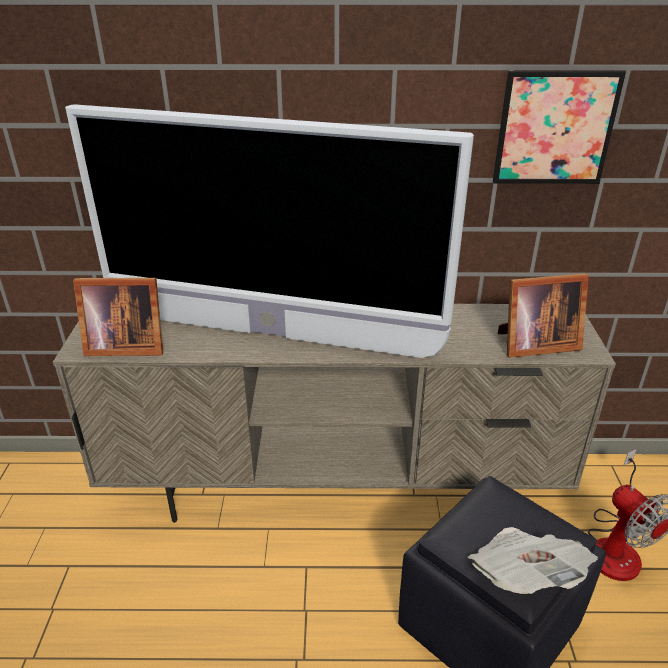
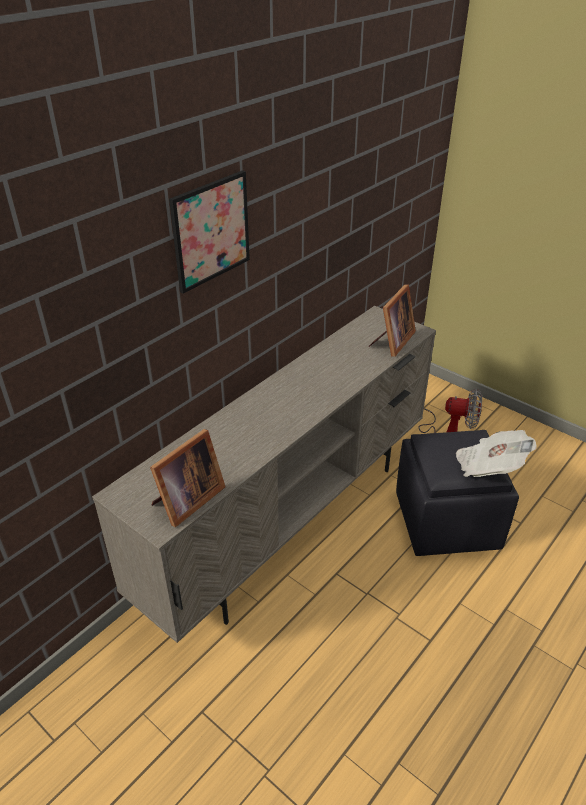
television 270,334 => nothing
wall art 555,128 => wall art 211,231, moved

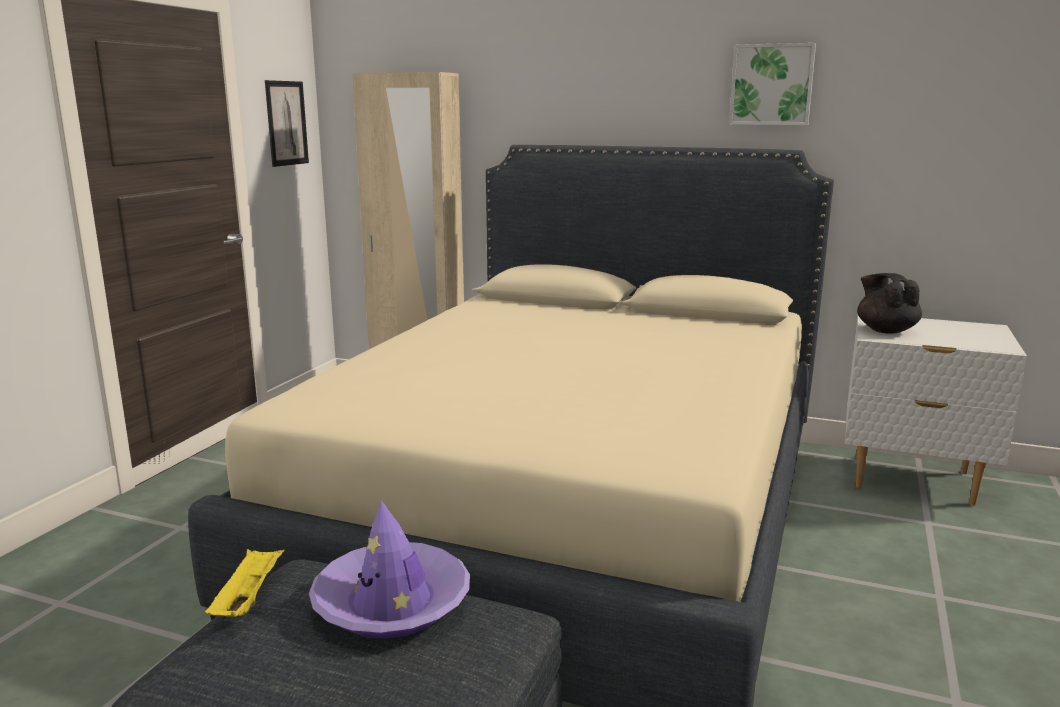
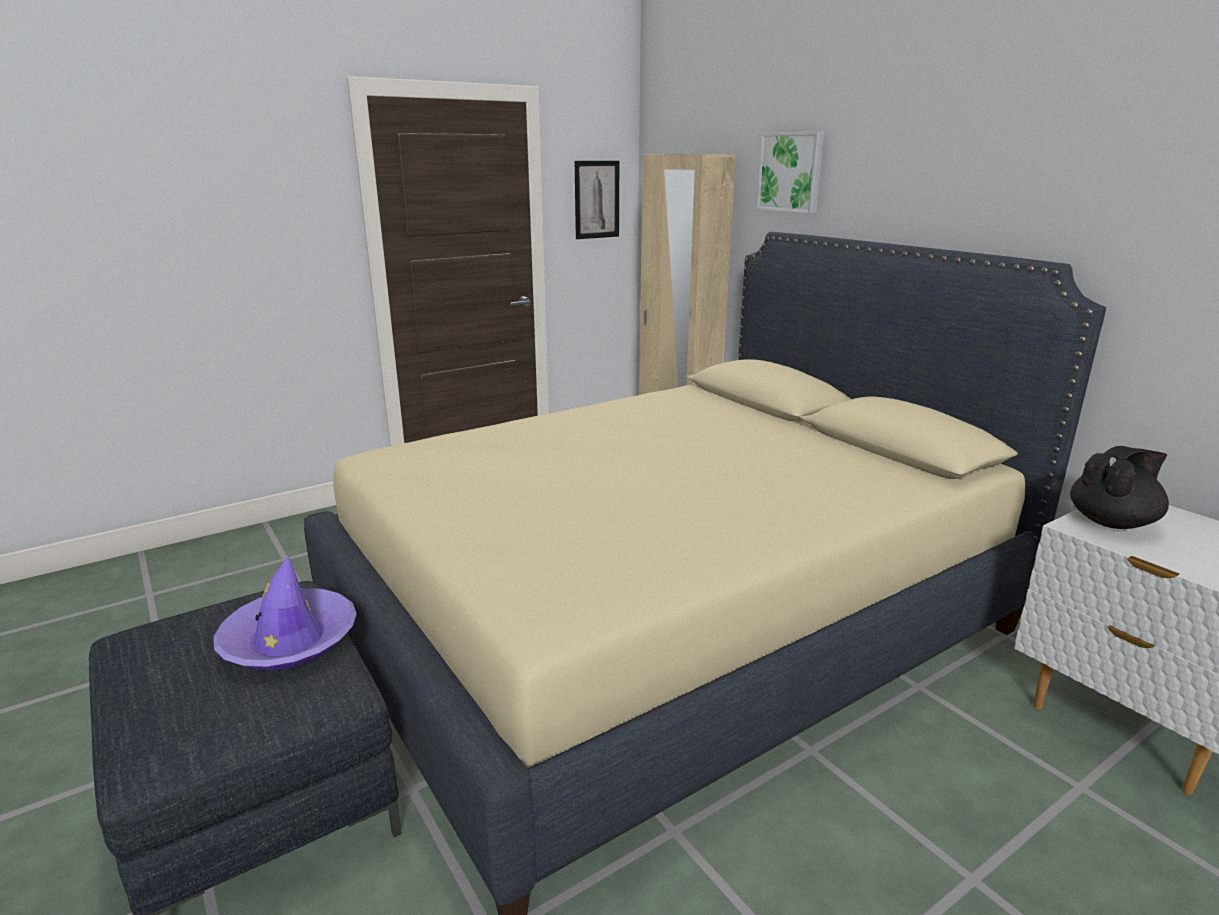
tray/yellow-coloured 248,598 => nothing
wall art 771,85 => wall art 791,172, moved
tea pot/blackish 885,330 => tea pot/blackish 1112,522, 45 degrees clockwise

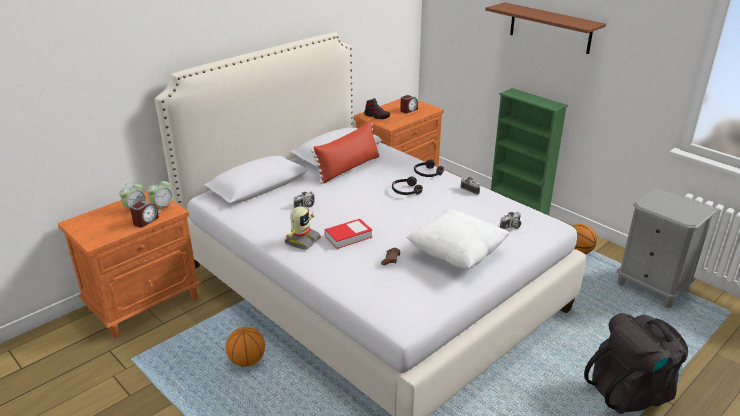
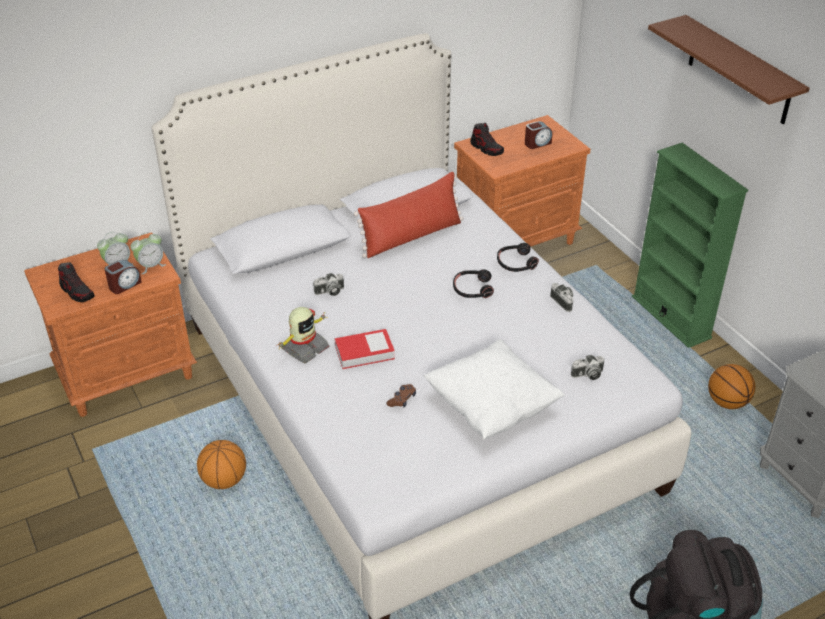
nothing => item of footwear 77,292

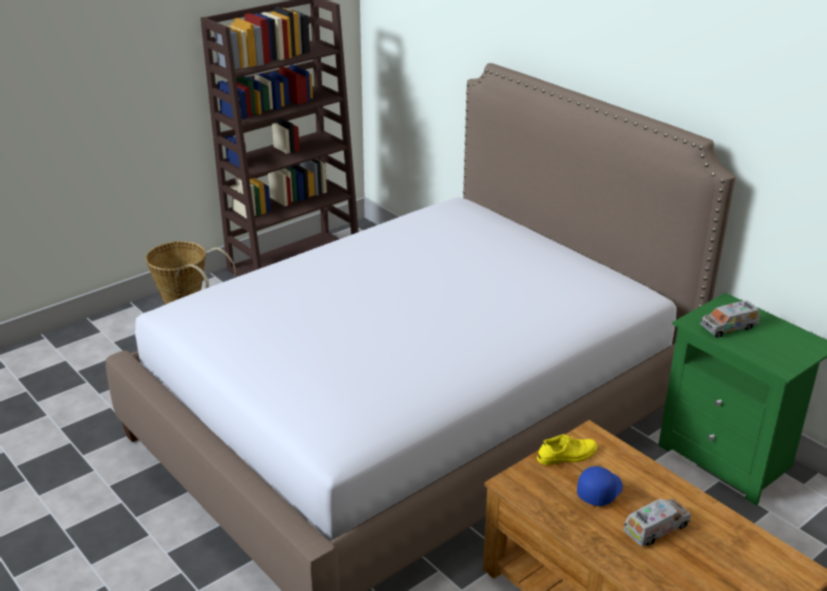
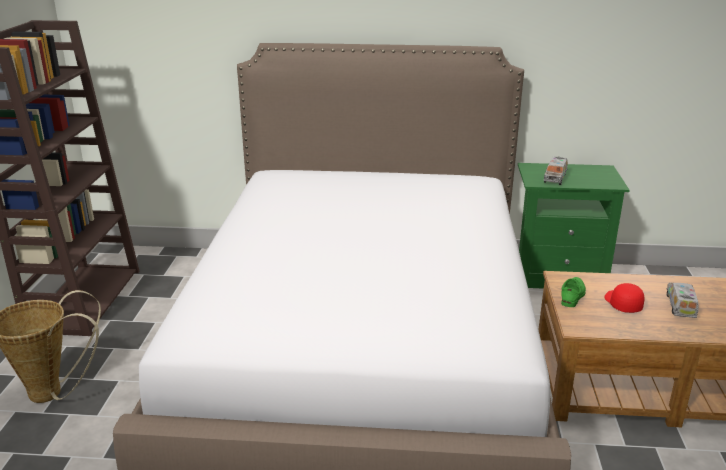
item of footwear/yellow-coloured 567,455 => item of footwear/green 572,295
baseball cap/blue-coloured 599,490 => baseball cap/red 622,304

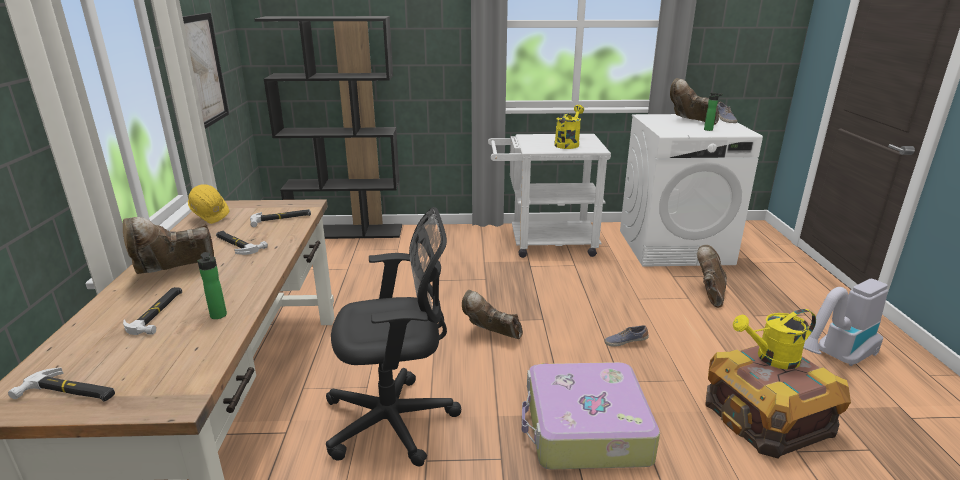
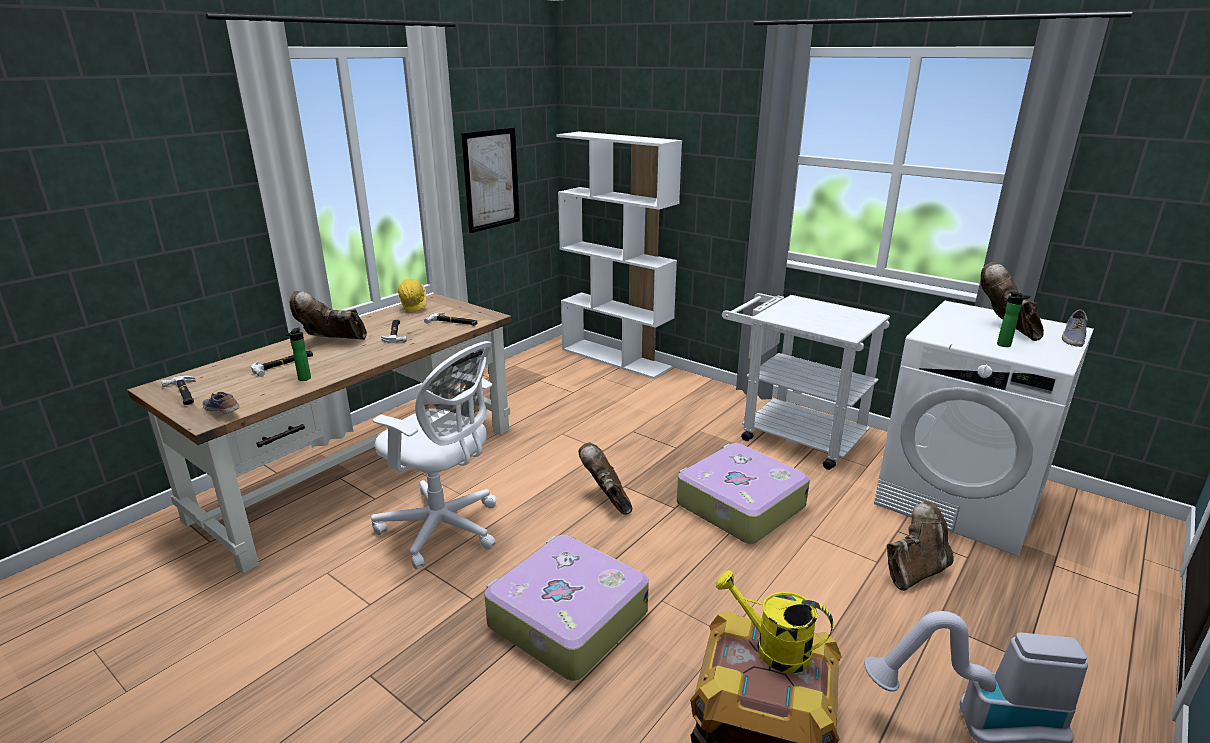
sprinkling can/yellow-coloured 568,144 => nothing
nothing => travel case 738,505
item of footwear 625,342 => item of footwear 223,411, moved
bookcase/blackish 347,232 => bookcase/white 616,358
office chair/blackish 396,421 => office chair/white 444,529

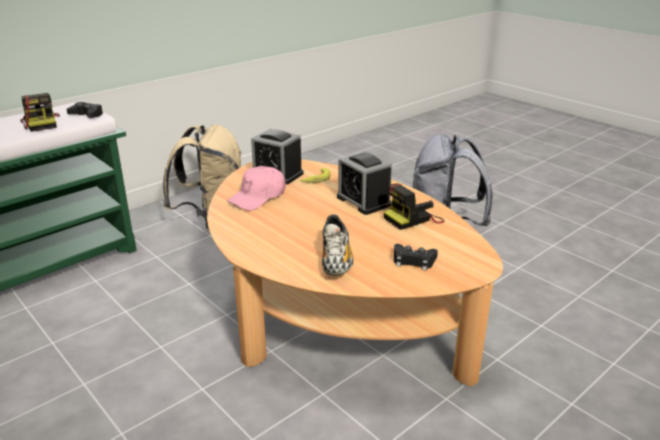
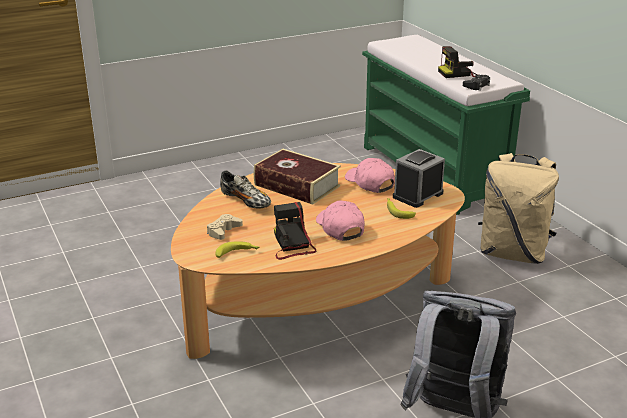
nothing => whole banana 237,253
nothing => volume 297,185
bedside clock 363,201 => baseball cap/pink-coloured 340,228
joypad/blackish 413,261 => joypad/beige-coloured 223,231
item of footwear 336,260 => item of footwear 246,202, 150 degrees counterclockwise

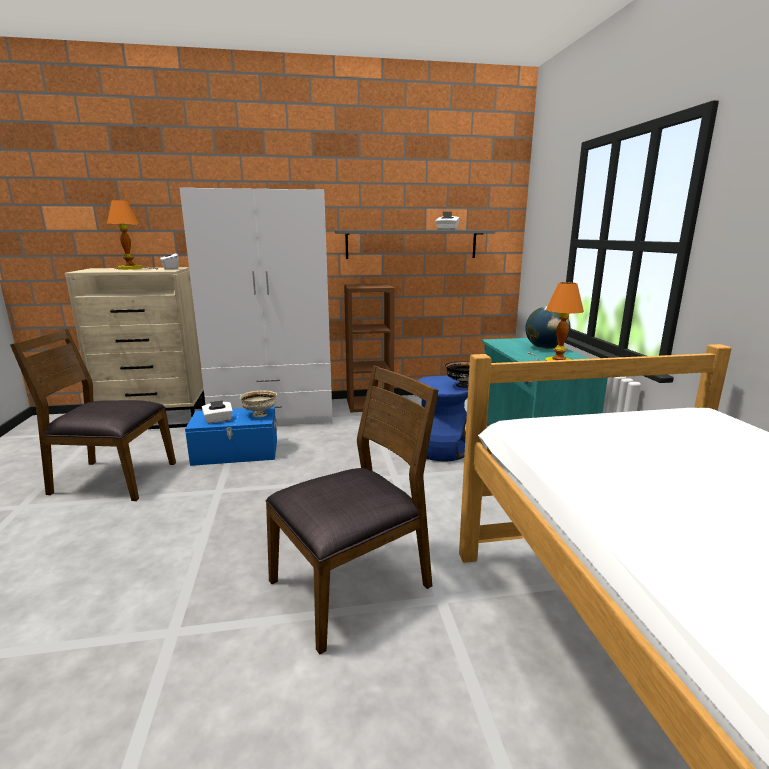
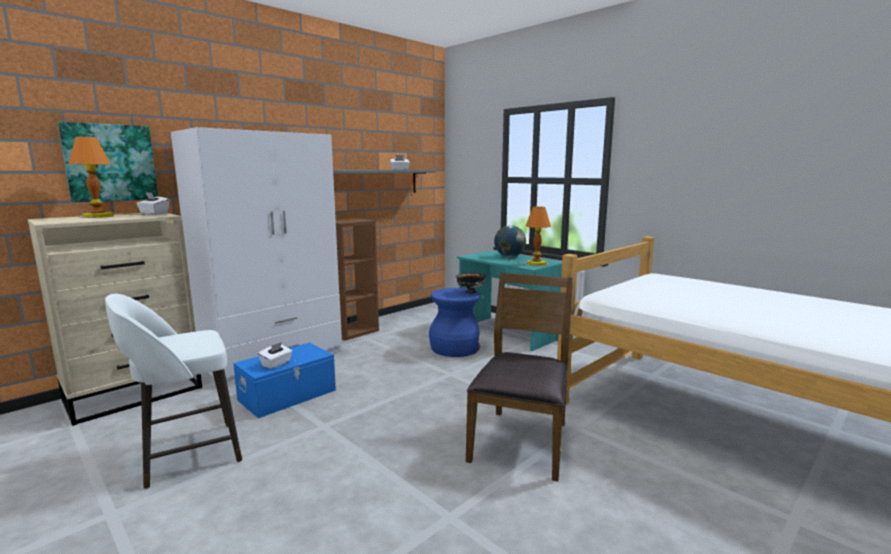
bowl/beige-coloured 259,414 => nothing
nothing => wall art 110,162
upright chair/brownish 112,479 => stool seat/white 187,454

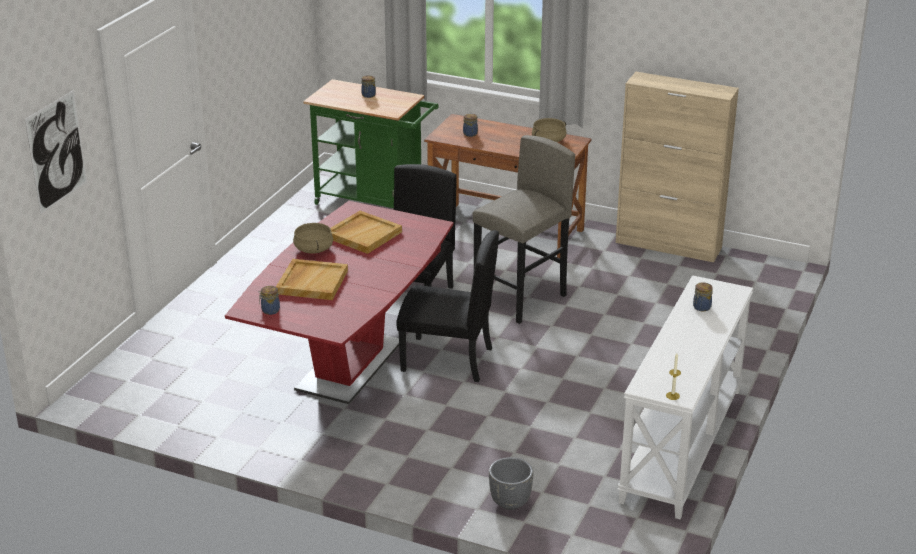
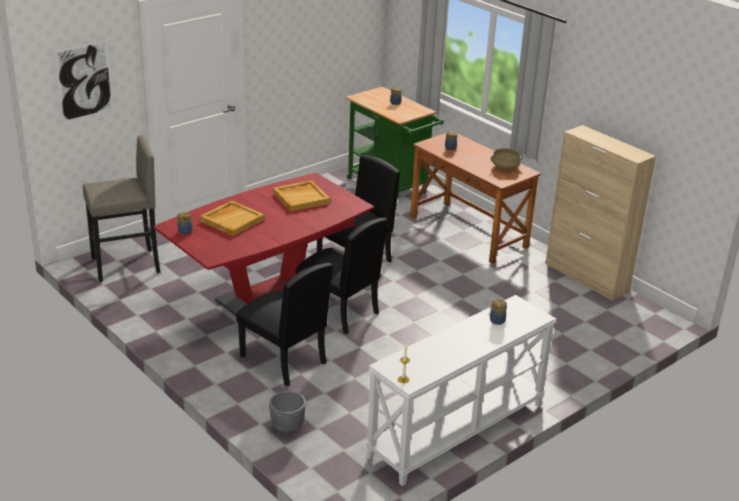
stockpot/beige-coloured 313,249 => nothing
nothing => upright chair/blackish 282,360
stool seat/gray 521,299 => stool seat/gray 126,265, moved

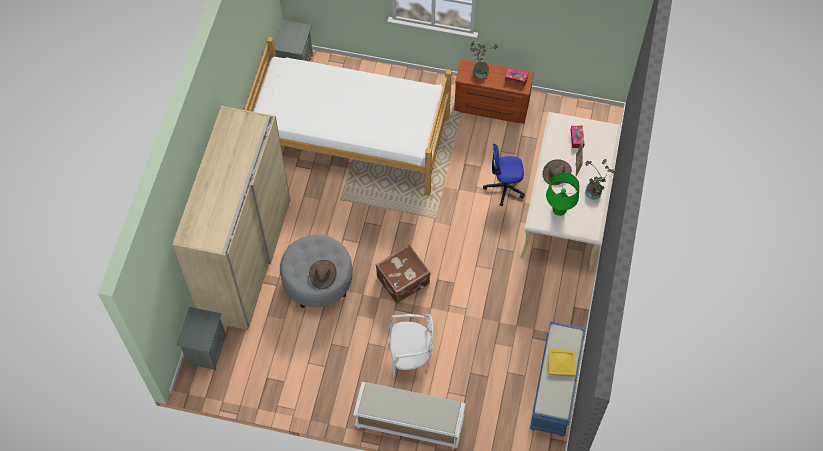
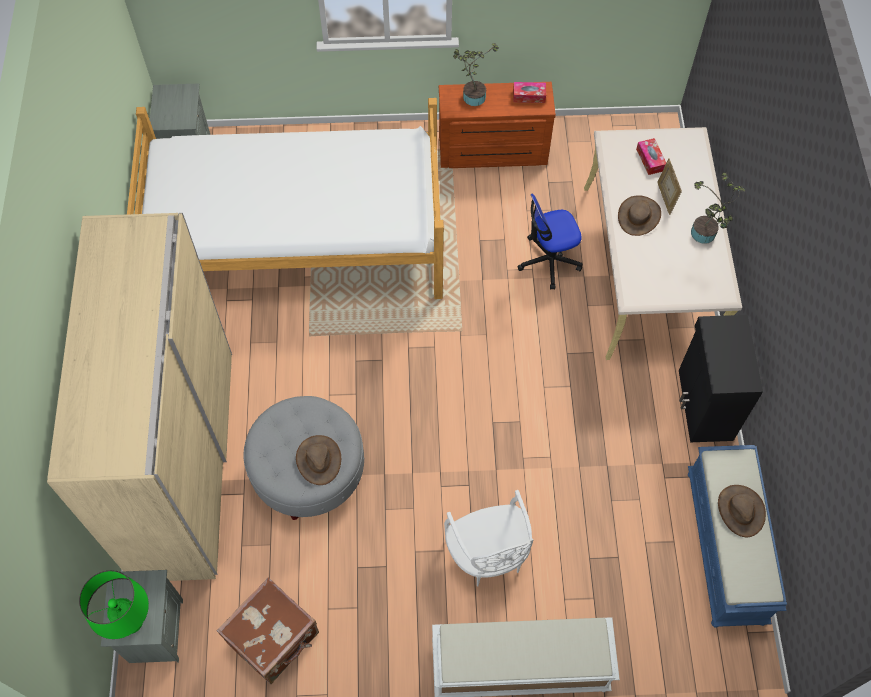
nothing => cupboard/blackish 704,405
travel case/brownish 404,281 => travel case/brownish 274,638, moved
lamp for a table/green 559,210 => lamp for a table/green 130,622, moved
tray/yellow-coloured 561,363 => wearable hat/brownish 740,510
upright chair/white 410,355 => upright chair/white 488,554, 90 degrees clockwise

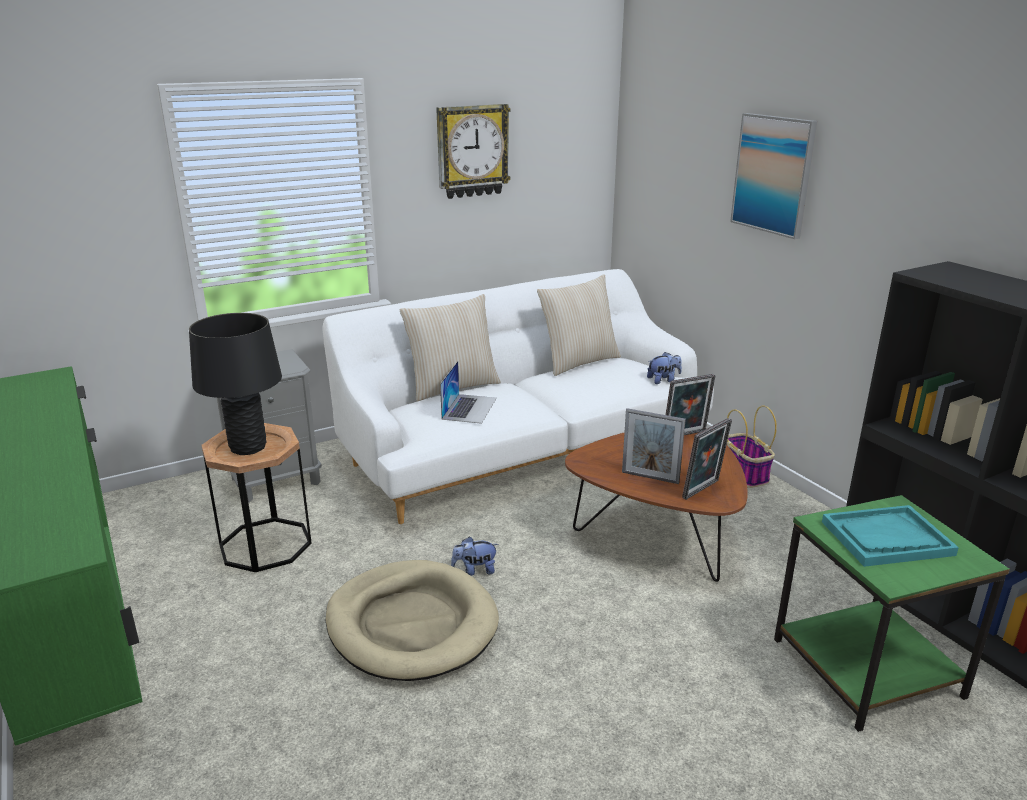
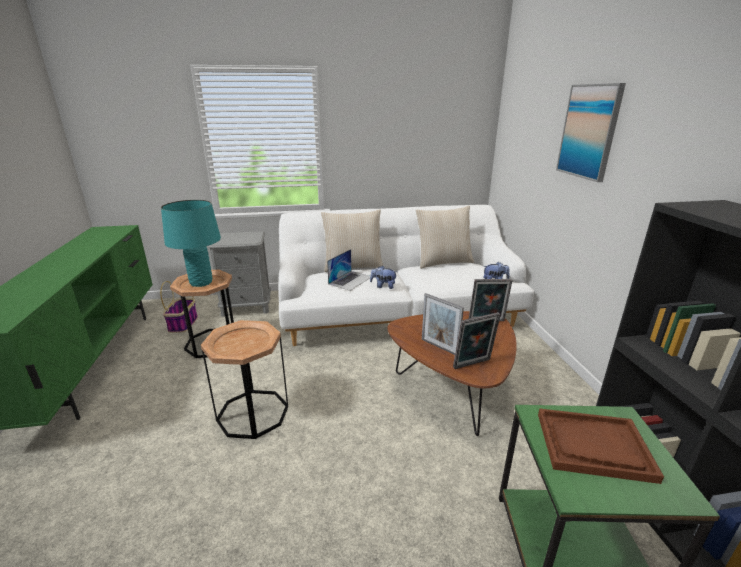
hanging clock 472,151 => nothing
cuddly toy 475,570 => cuddly toy 383,286, moved
basket 745,474 => basket 183,324, moved
dog bed/beige-coloured 412,624 => accent table/brownish 253,413
lamp for a table/blackish 248,447 => lamp for a table/turquoise-coloured 201,282
tray/turquoise-coloured 886,538 => tray/brownish 593,446

